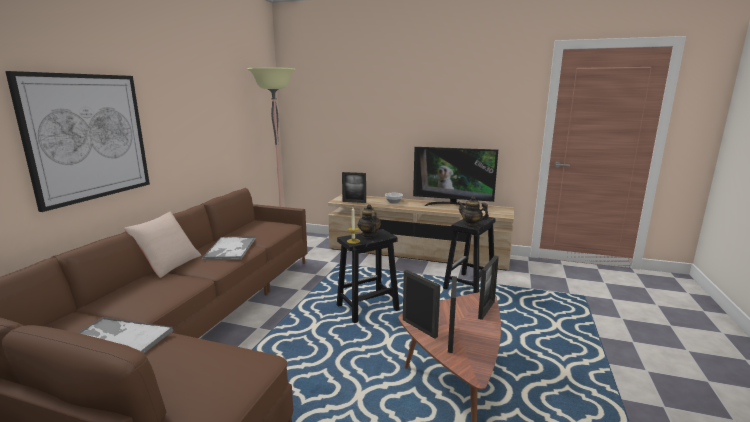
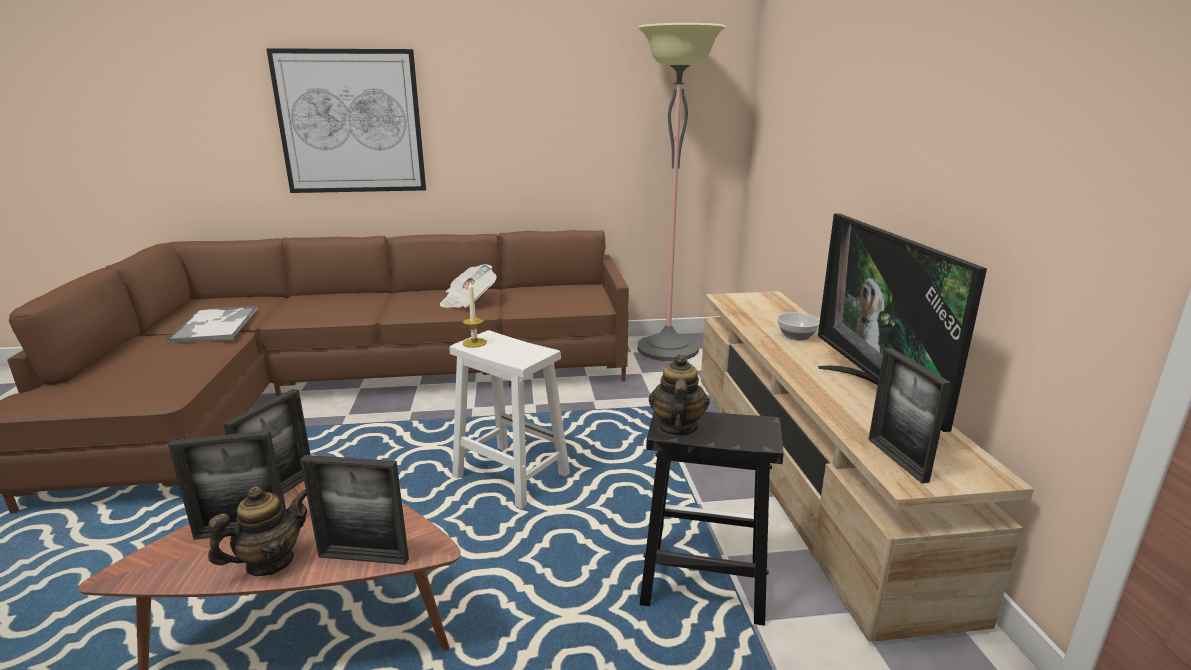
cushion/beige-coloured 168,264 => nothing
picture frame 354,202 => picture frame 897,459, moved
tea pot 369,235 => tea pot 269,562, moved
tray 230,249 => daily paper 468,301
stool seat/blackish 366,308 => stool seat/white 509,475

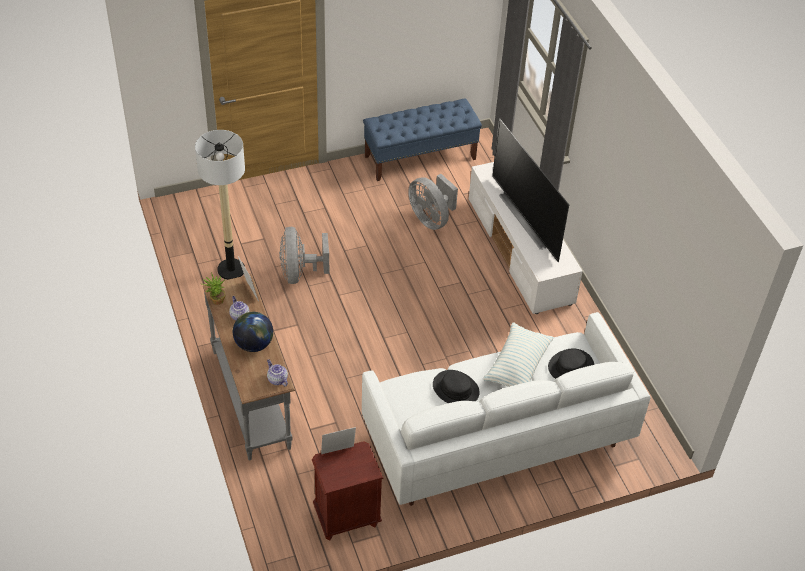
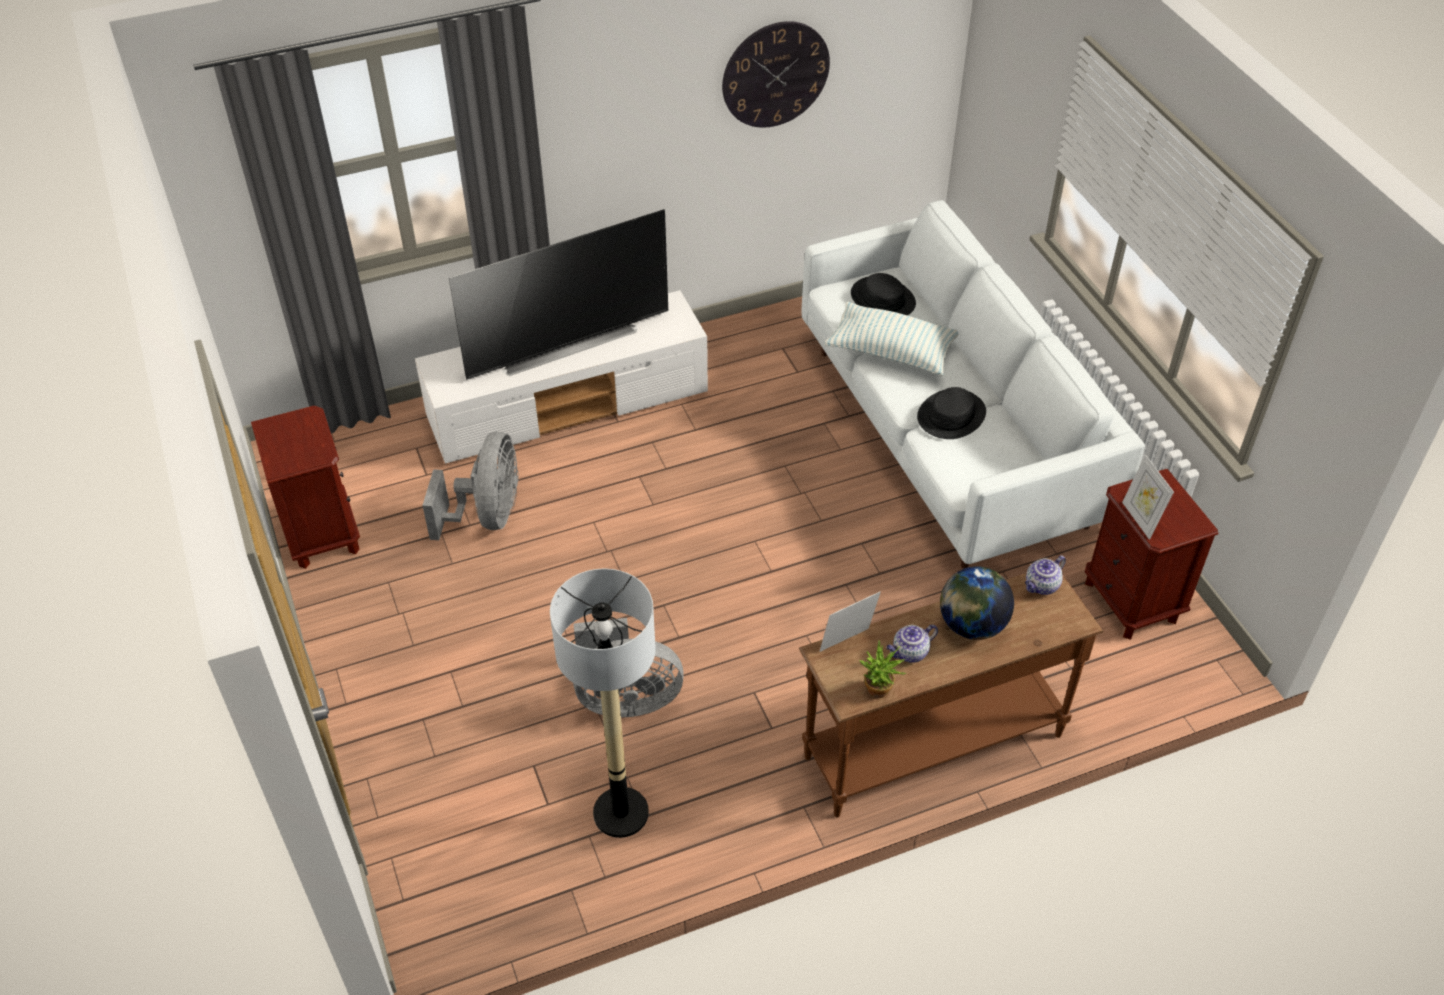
nothing => hanging clock 775,74
long seat/blue-coloured 420,157 => bedside table/brownish 321,533
console table/gray 252,398 => console table/brownish 932,744
electric fan/gray 431,219 => electric fan/gray 488,515, 45 degrees counterclockwise

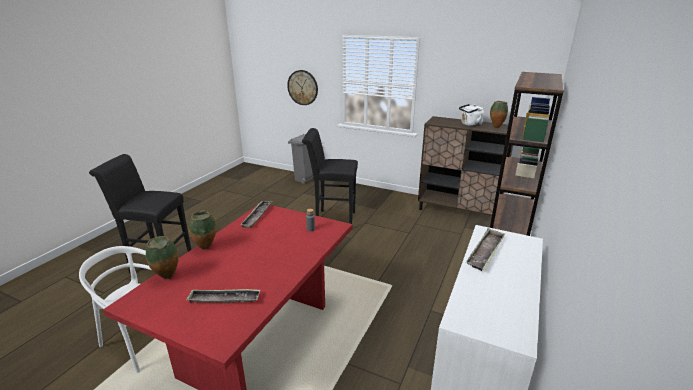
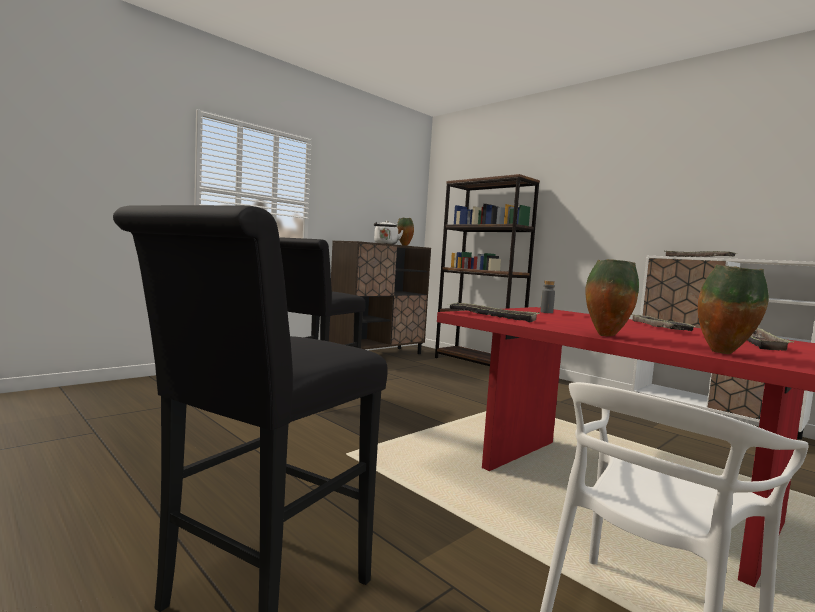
hanging clock 302,87 => nothing
waste bin/gray 304,180 => nothing
nothing => tray 659,327

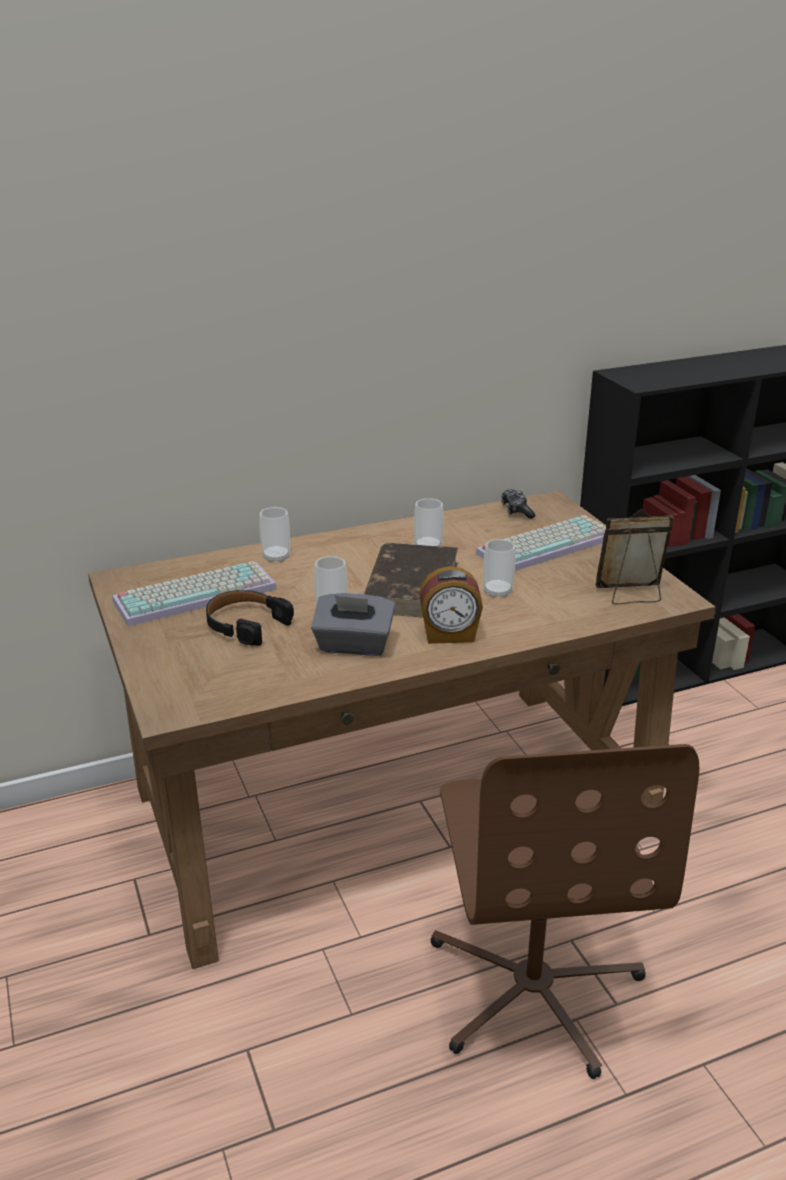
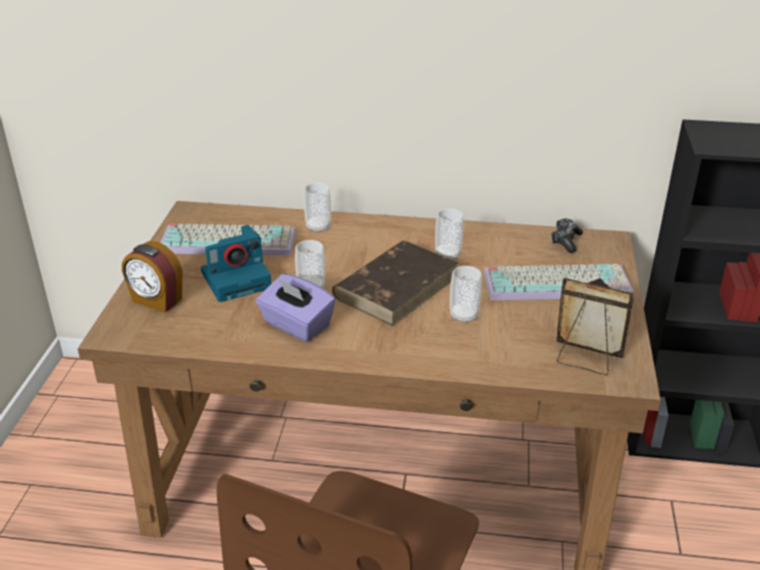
bedside clock 449,635 => bedside clock 156,301, moved
headset/blackish 246,624 => still camera 237,279
tissue holder/gray 353,645 => tissue holder/purplish 296,325

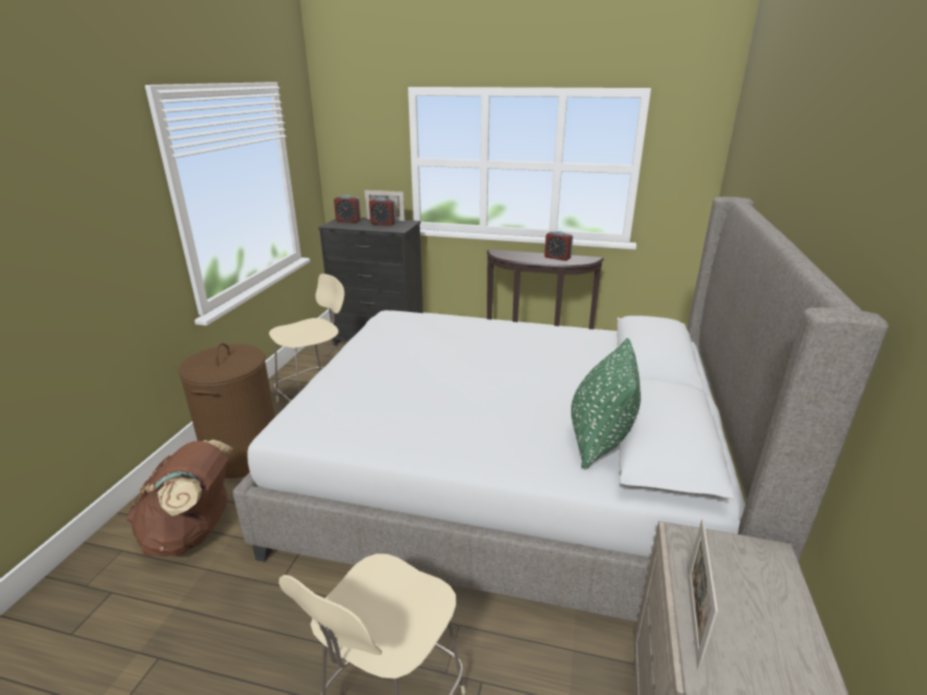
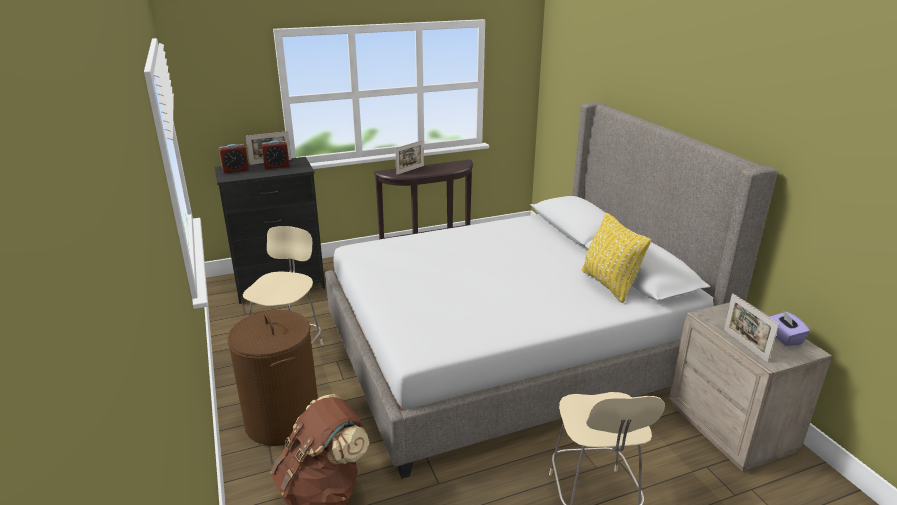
bedside clock 557,258 => nothing
nothing => picture frame 410,170
nothing => tissue holder/purplish 784,337
cushion/green 599,440 => cushion/yellow-coloured 609,284

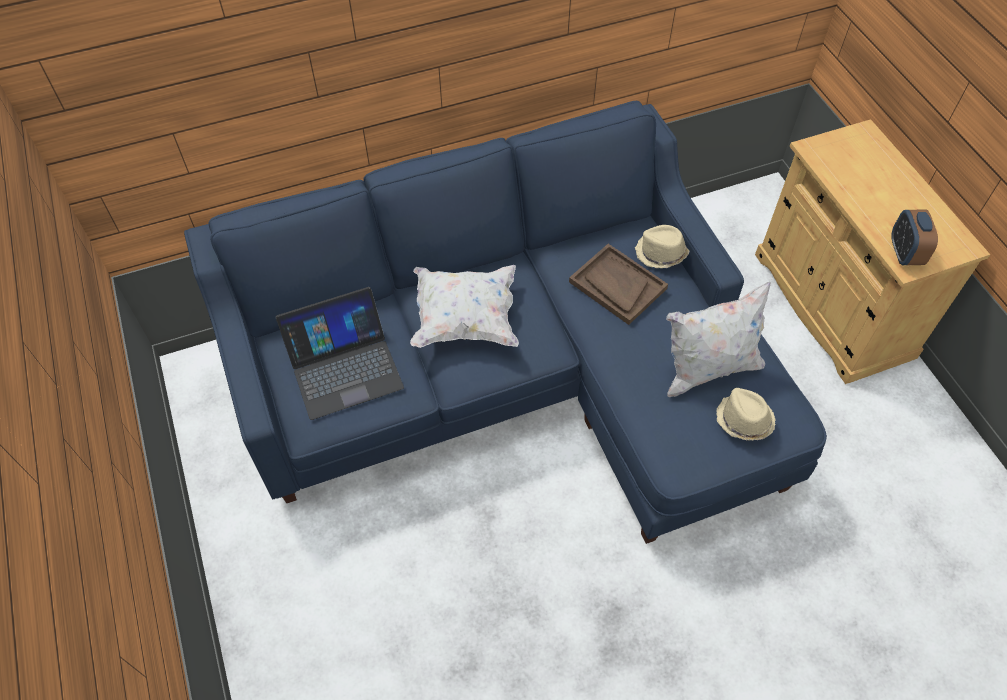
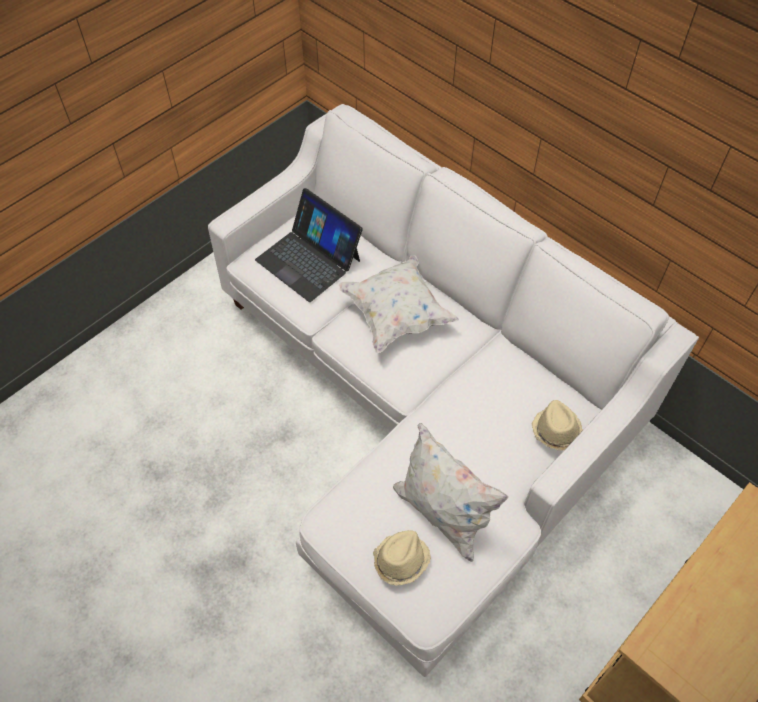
tray/brownish 617,285 => nothing
bedside clock 904,253 => nothing
couch/blue-coloured 516,375 => couch/white 422,403

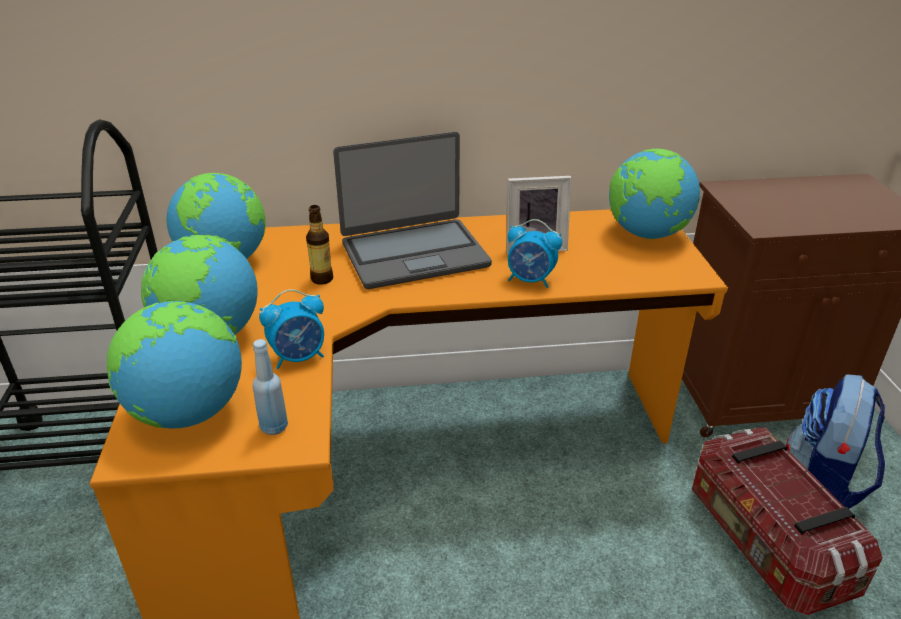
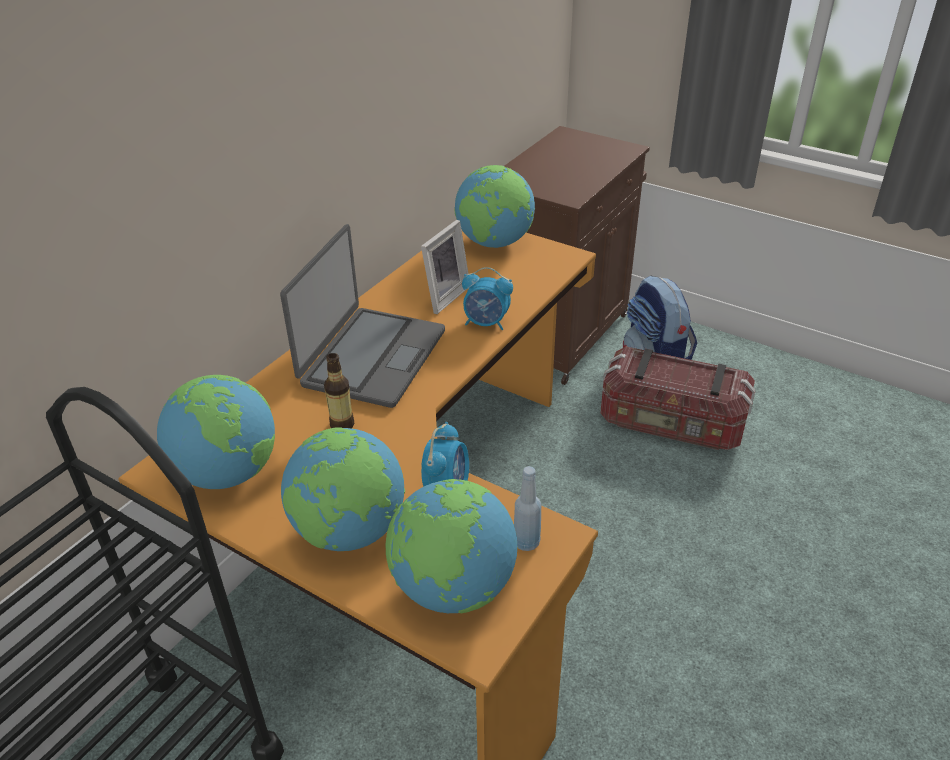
bedside clock 530,280 => bedside clock 486,323, 45 degrees clockwise

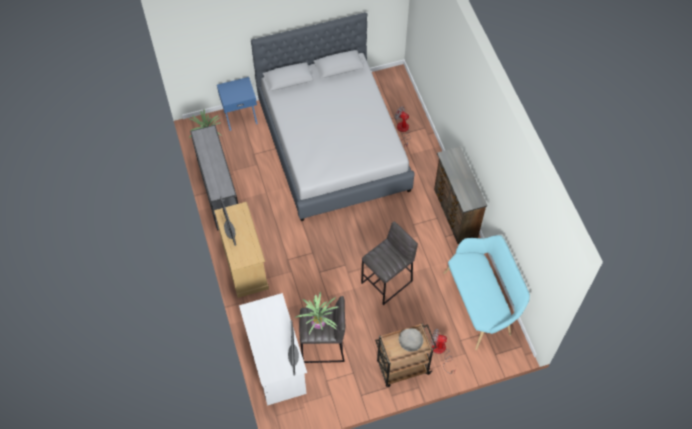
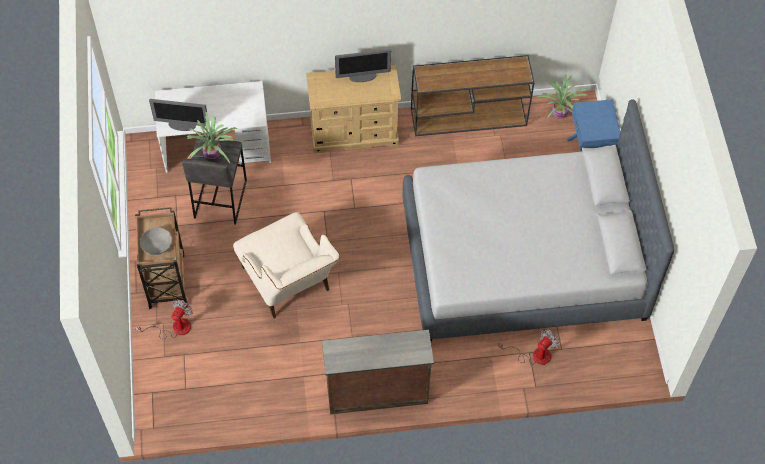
long seat/turquoise-coloured 481,304 => nothing
stool seat/gray 387,282 => armchair/beige-coloured 290,286
console table/gray 219,191 => console table/brownish 469,117

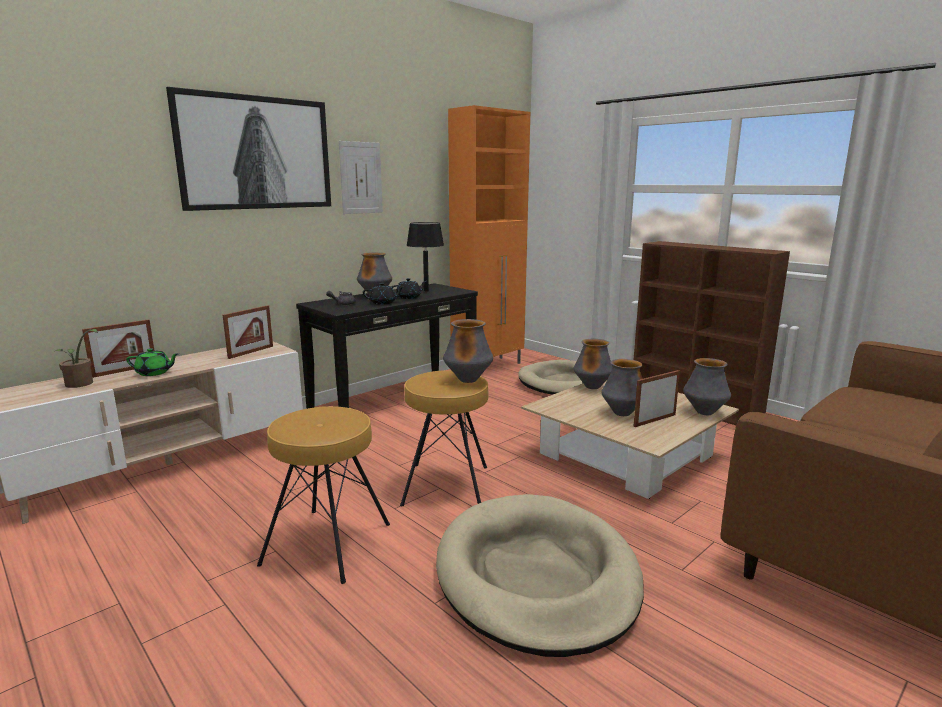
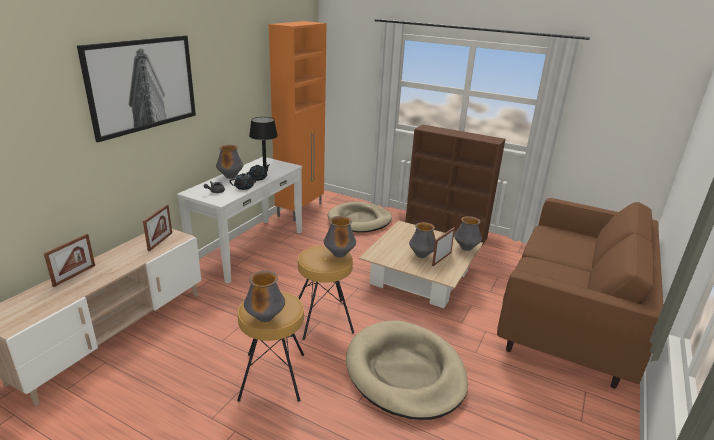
houseplant 81,384 => nothing
tea pot/green 154,373 => nothing
wall art 361,178 => nothing
flower vase 592,387 => flower vase 265,318, moved
console table/blackish 395,398 => console table/white 248,248

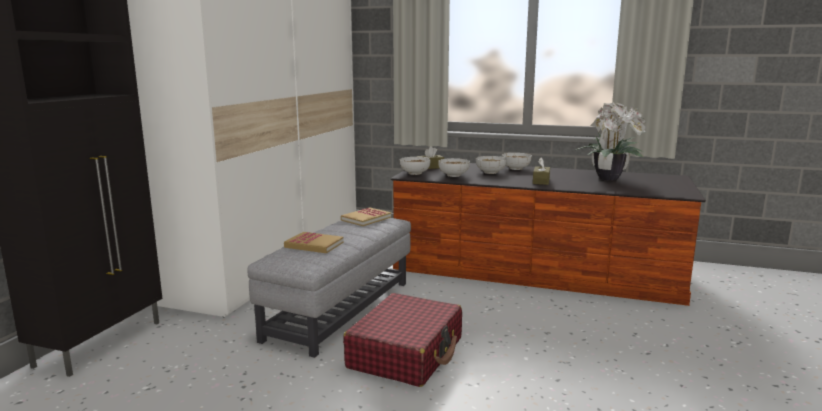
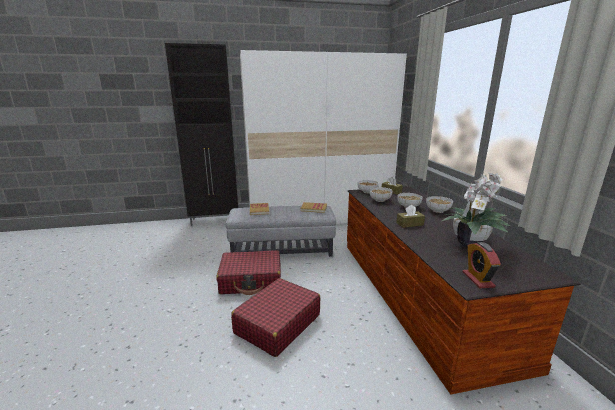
nothing => travel case/red 277,324
nothing => bedside clock 478,279

